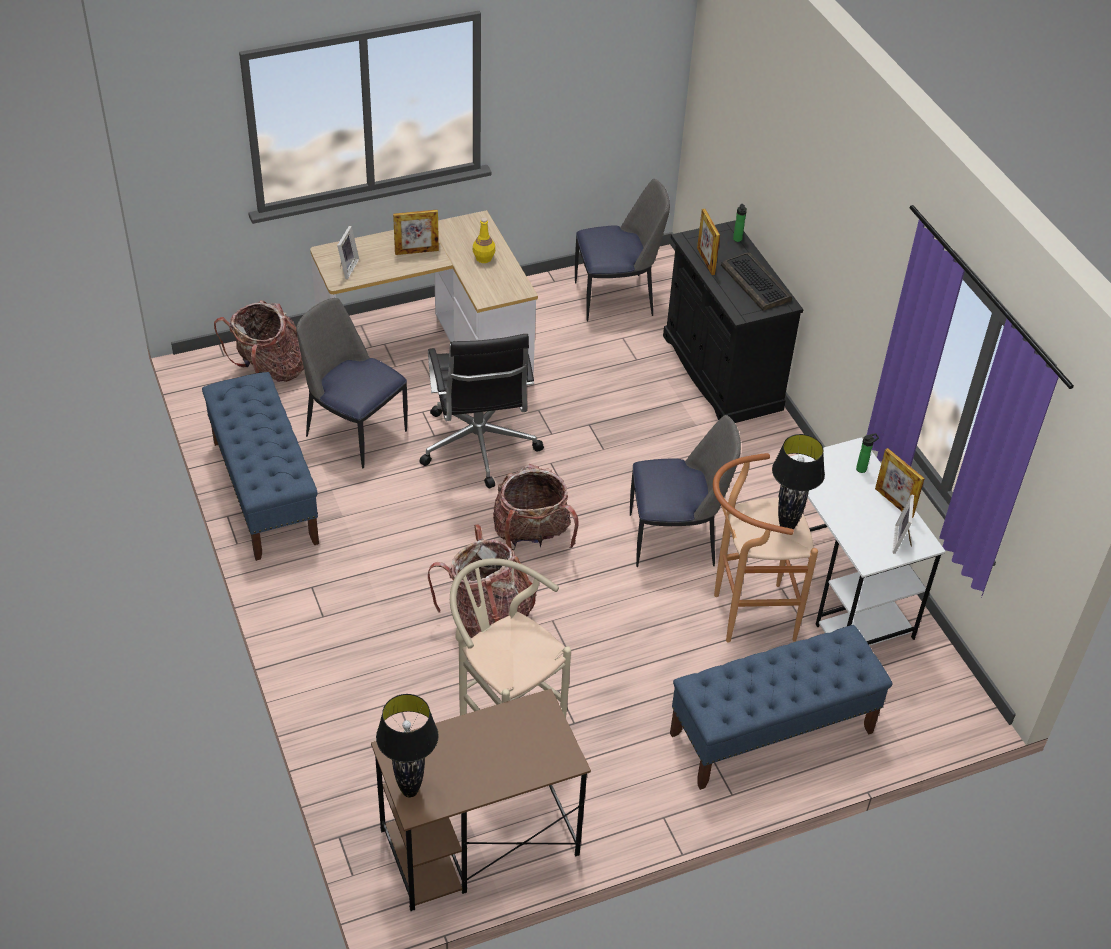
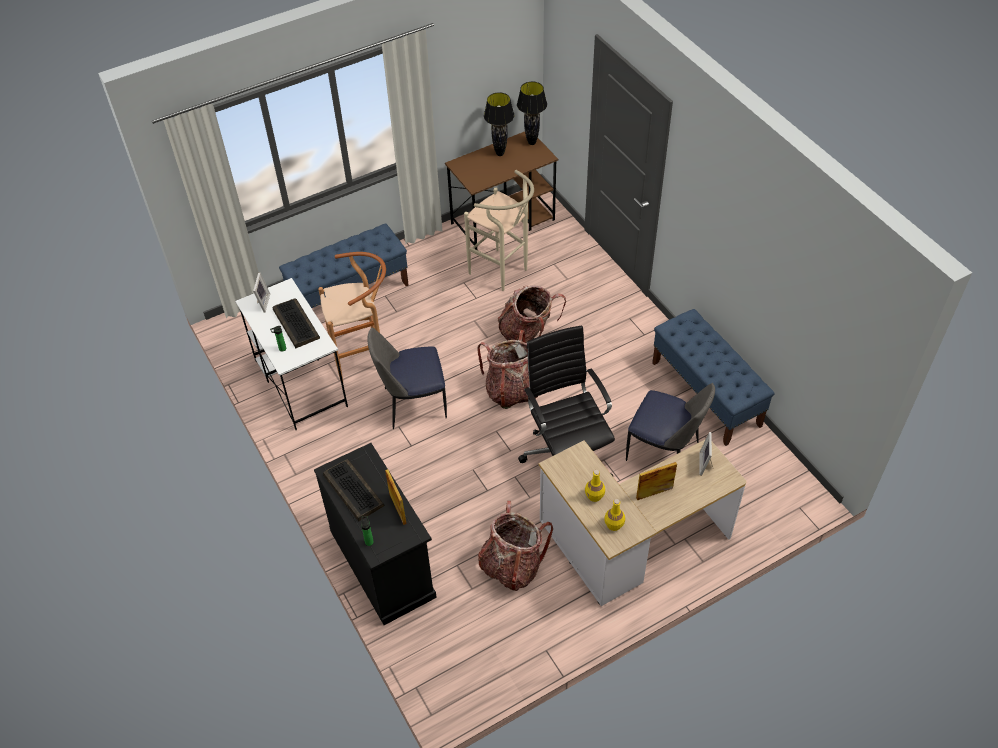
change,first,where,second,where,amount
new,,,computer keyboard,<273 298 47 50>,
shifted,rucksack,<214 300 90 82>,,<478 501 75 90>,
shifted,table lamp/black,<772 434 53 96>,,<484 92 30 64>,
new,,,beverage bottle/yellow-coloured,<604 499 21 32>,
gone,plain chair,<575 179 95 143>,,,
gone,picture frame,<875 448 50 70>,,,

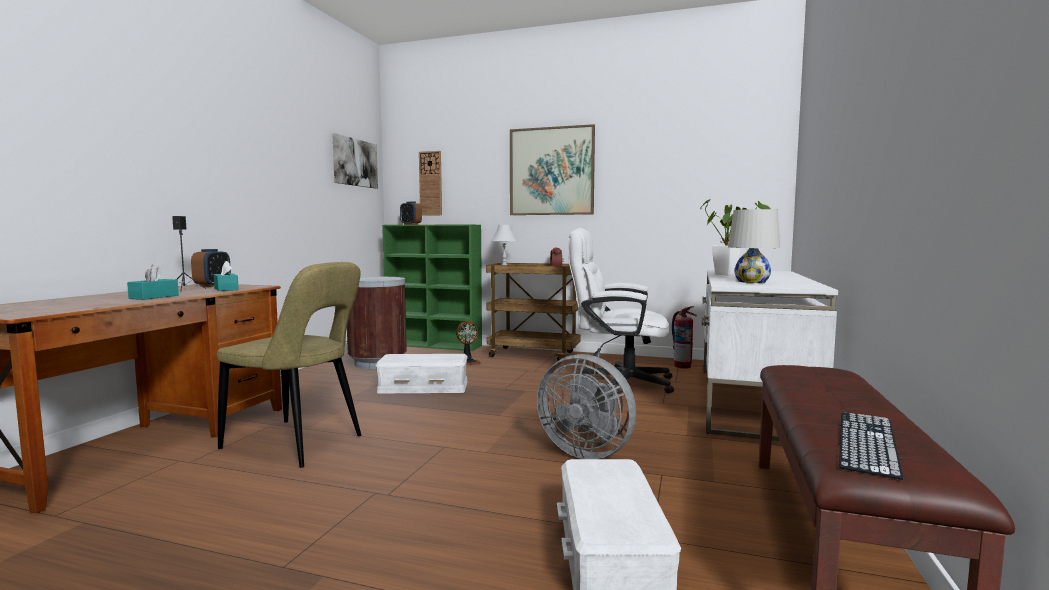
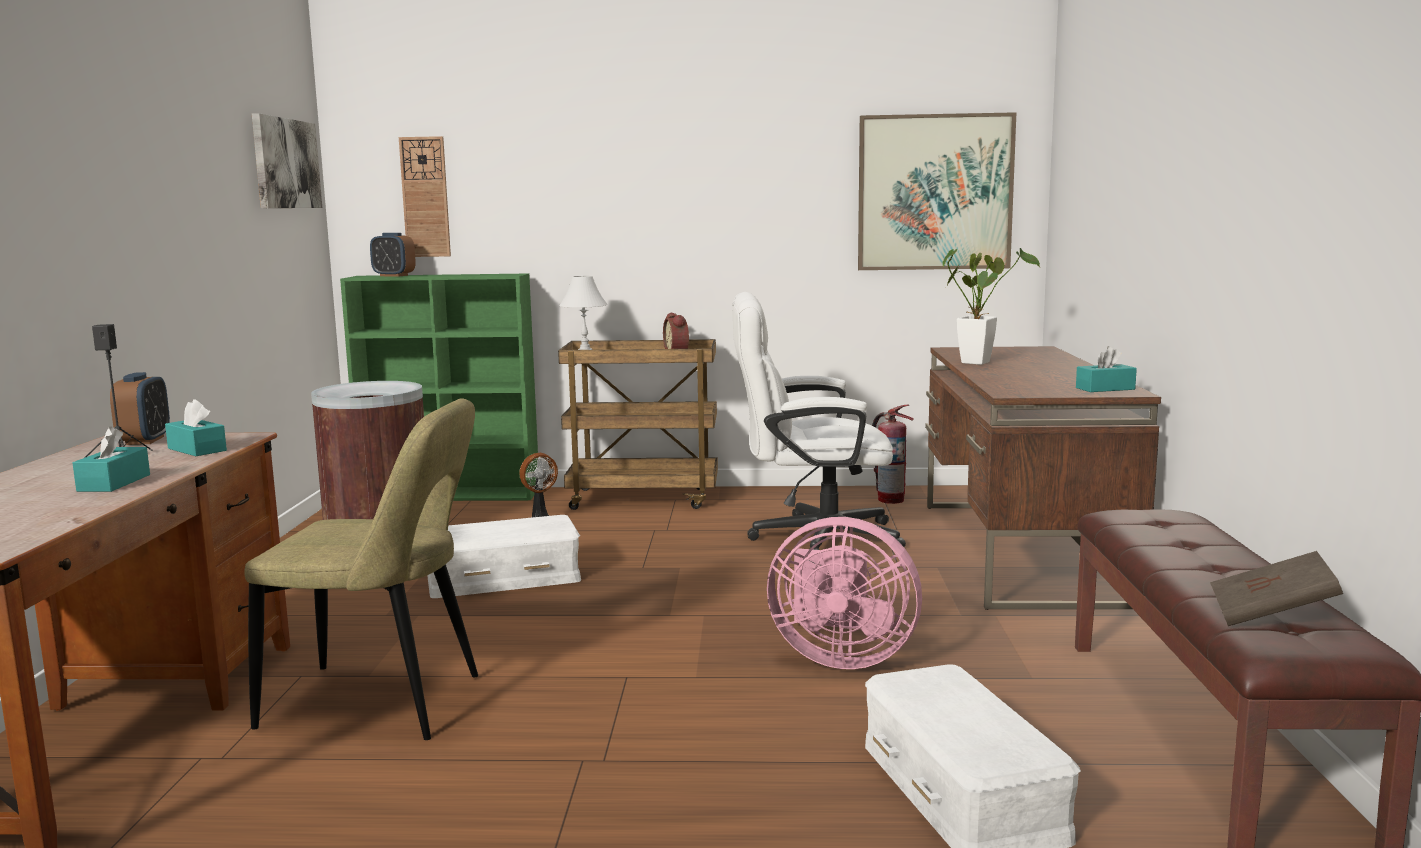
change,first,where,second,where,amount
repainted,fan/gray,<537 354 99 105>,fan/pinkish,<767 517 155 152>,
shifted,wall art,<510 124 85 91>,,<858 112 158 158>,
repainted,desk/whitish,<702 270 136 171>,desk/brownish,<925 346 236 264>,
new,,,tissue box/turquoise-coloured,<1076 346 61 46>,
swapped,computer keyboard,<839 412 64 68>,volume/brownish,<1210 551 133 75>,
gone,table lamp/whitish,<728 209 52 74>,,,

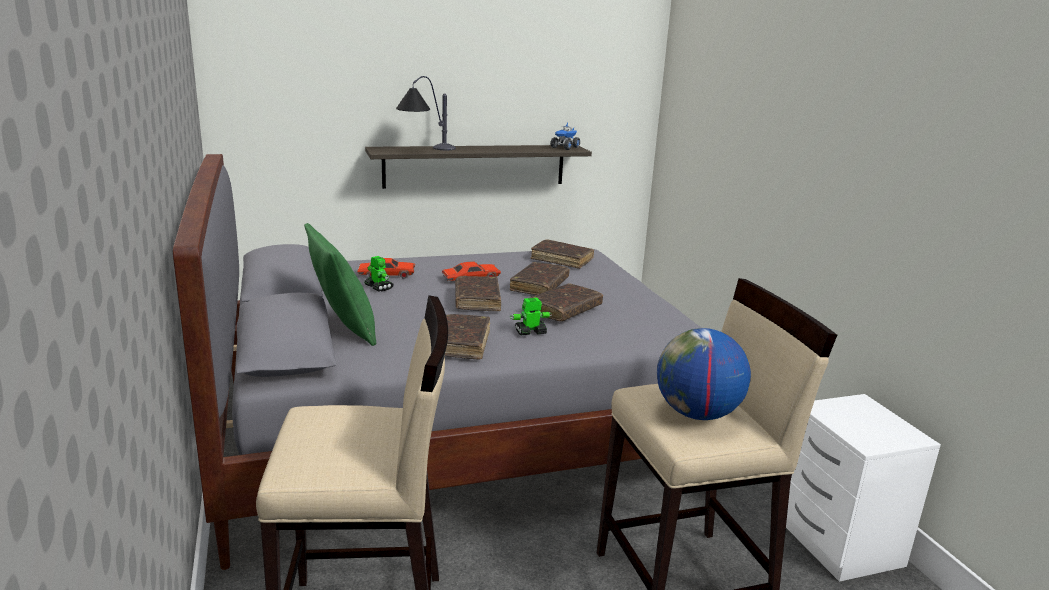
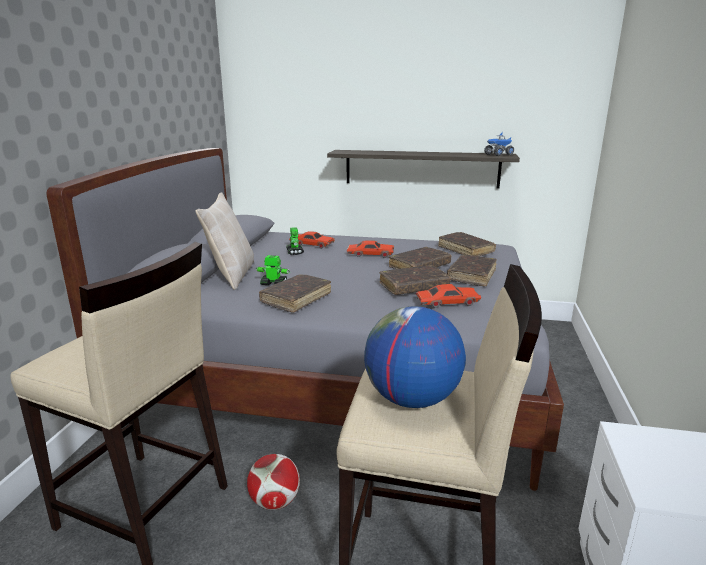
change,first,where,second,where,amount
repainted,pillow/greenish,<304 223 72 123>,pillow/sand-coloured,<195 192 59 98>,
new,,,ball for football,<247 454 53 56>,
shifted,robot figure,<510 298 42 37>,,<256 255 34 30>,
new,,,model car/reddish,<416 284 65 24>,
shifted,volume/brownish,<455 276 46 35>,,<447 255 50 31>,
gone,table lamp,<396 76 60 74>,,,

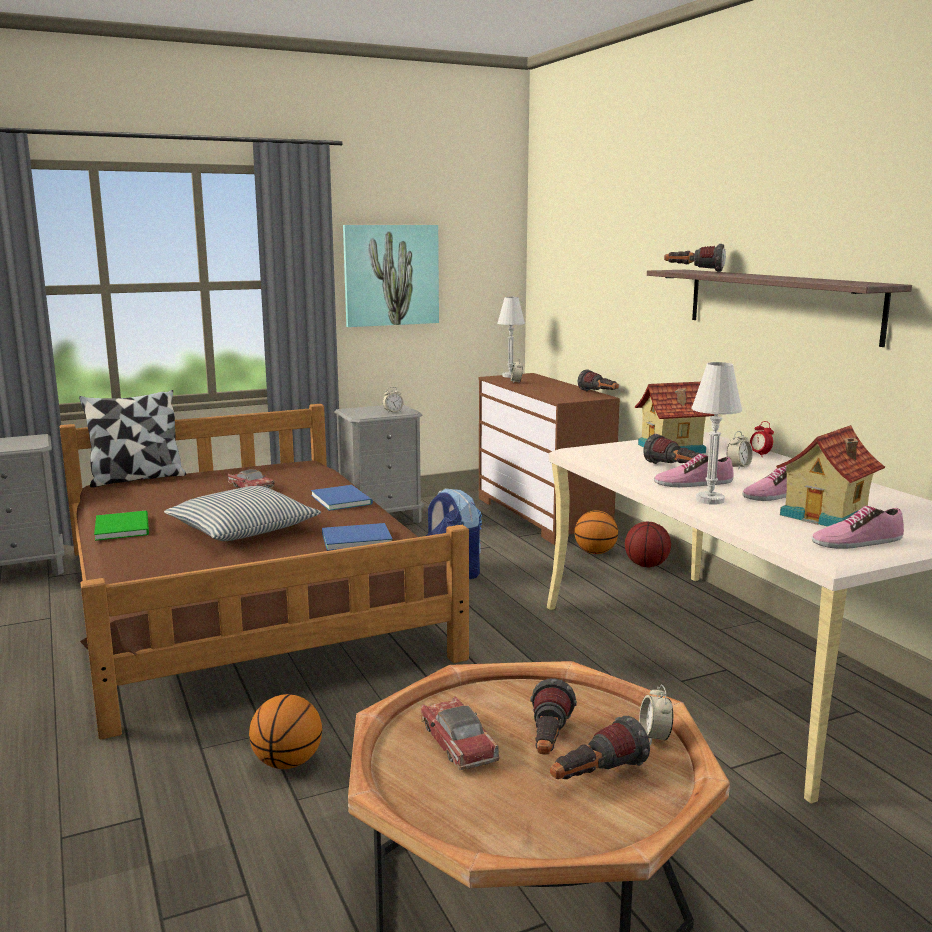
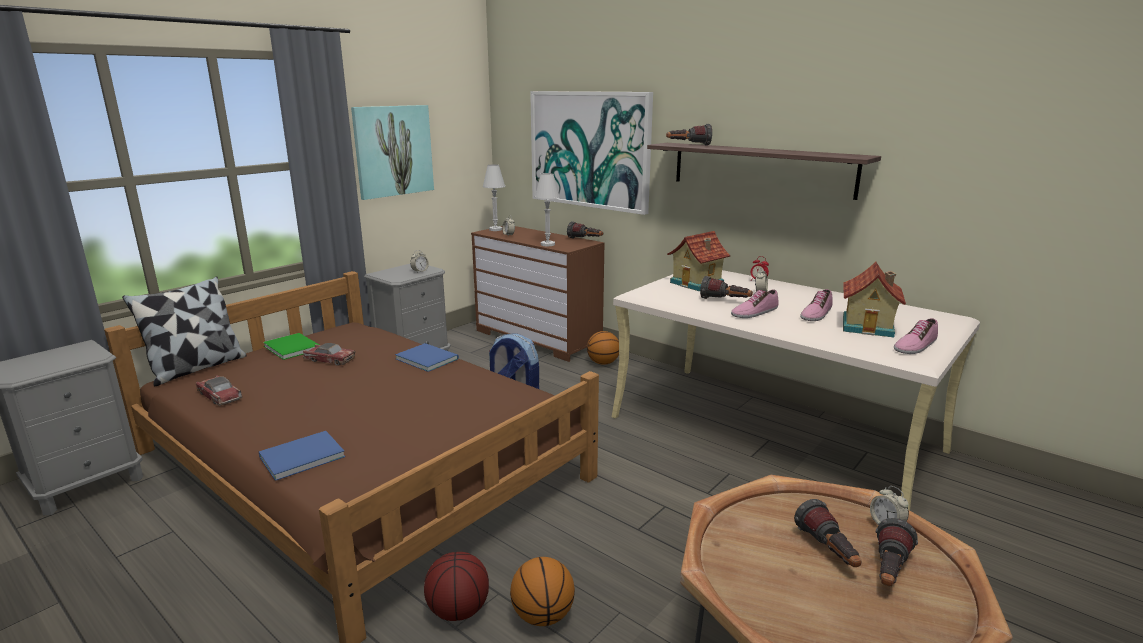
change,first,where,second,where,amount
shifted,model car,<421 697 78 73>,,<196 375 46 31>,
shifted,volume/blue,<322 523 71 28>,,<259 431 86 50>,
shifted,volume/greenish,<94 511 55 30>,,<263 333 56 27>,
shifted,basketball ball,<625 521 46 47>,,<424 552 65 69>,
new,,,wall art,<530 91 123 124>,
shifted,table lamp/whitish,<691 362 51 143>,,<535 173 25 73>,
gone,pillow,<164 486 157 55>,,,

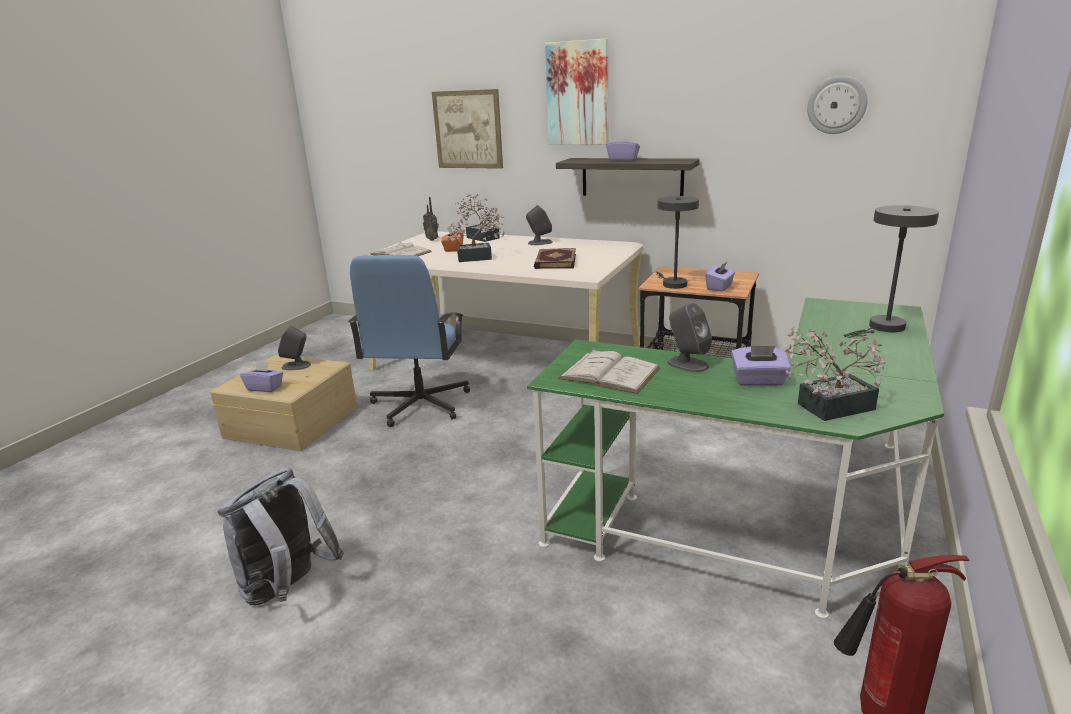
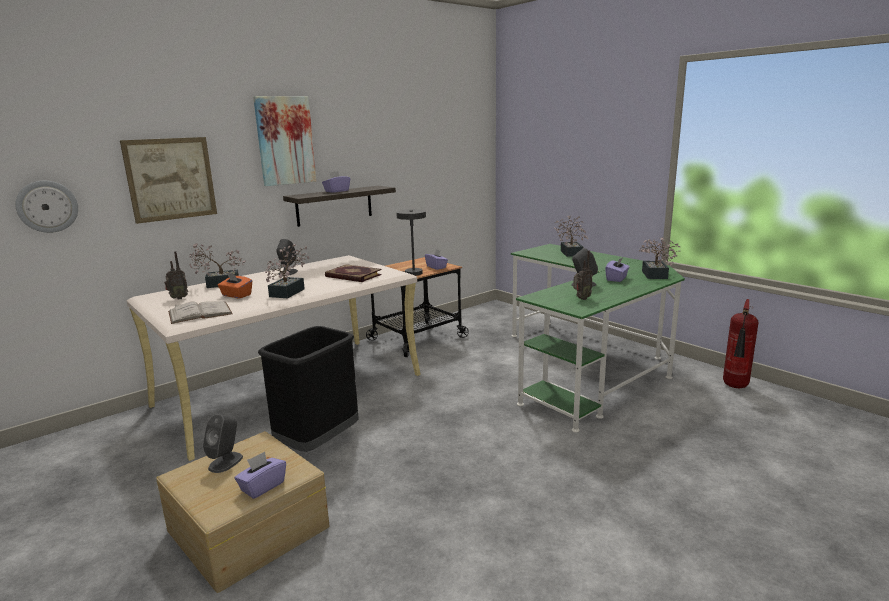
change,first,where,second,where,amount
shifted,clock on the wall,<807 76 60 58>,,<15 181 63 52>,
swapped,office chair/blue,<348 255 122 172>,waste bin/black,<258 326 101 126>,
swapped,table lamp/gray,<844 205 95 132>,plant in a pot,<555 216 33 41>,
swapped,volume/whitish,<558 349 103 45>,radio,<573 250 20 50>,
gone,rucksack/gray,<218 467 126 138>,,,

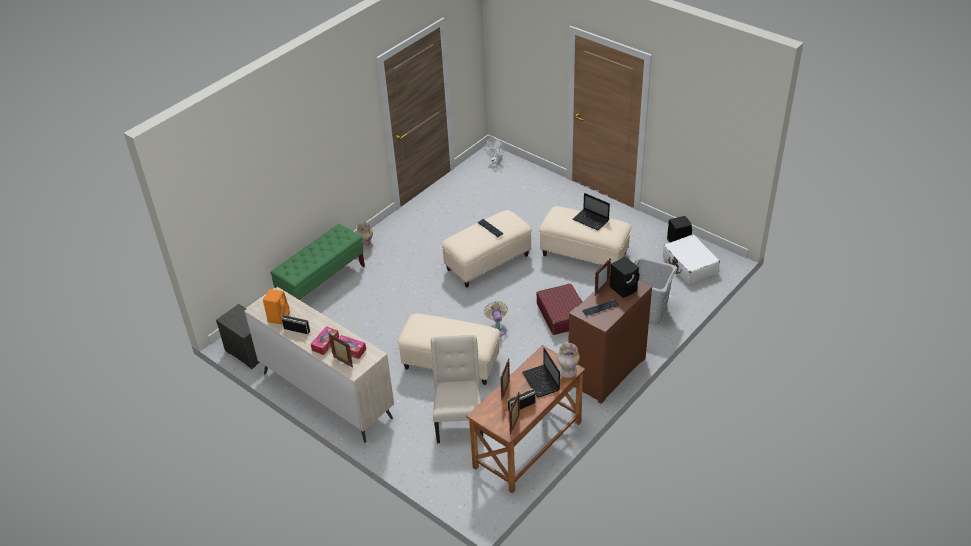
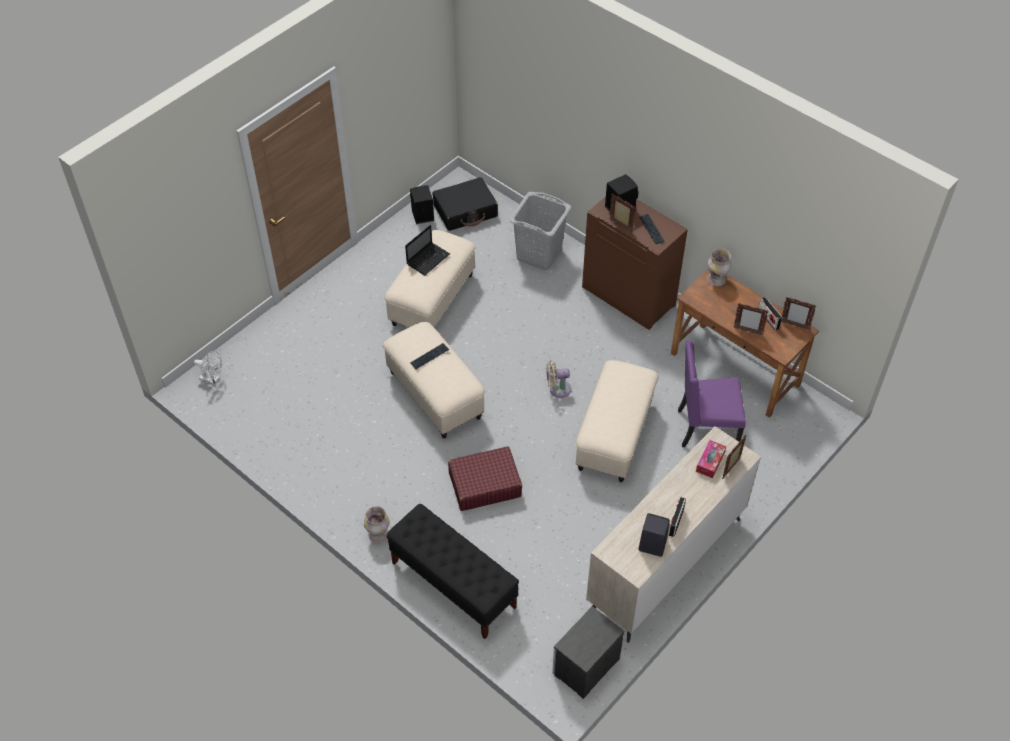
change,first,where,second,where,amount
repainted,bench/greenish,<270 224 95 77>,bench/black,<387 504 132 135>,
repainted,travel case/whitish,<663 234 57 50>,travel case/black,<432 177 66 54>,
shifted,travel case/reddish,<536 283 46 52>,,<448 446 74 65>,
repainted,speaker/orange,<263 289 27 36>,speaker/black,<639 513 31 44>,
repainted,plain chair/sand-coloured,<431 335 52 108>,plain chair/purple-coloured,<678 340 68 107>,
gone,tissue box,<311 326 28 29>,,,
gone,laptop,<522 348 38 50>,,,

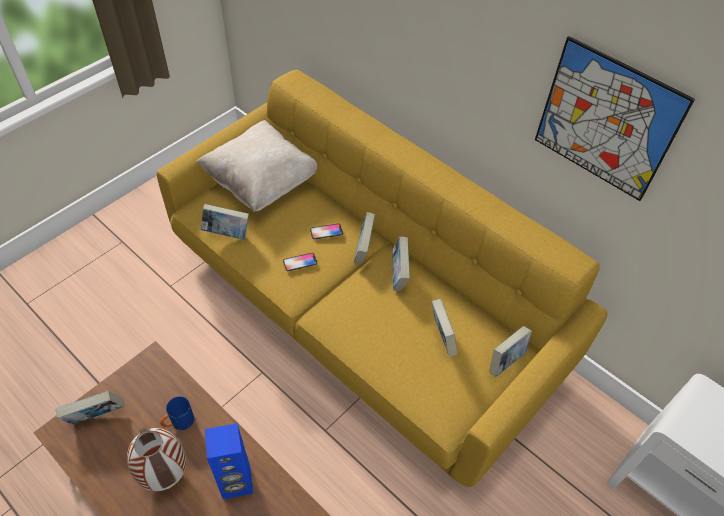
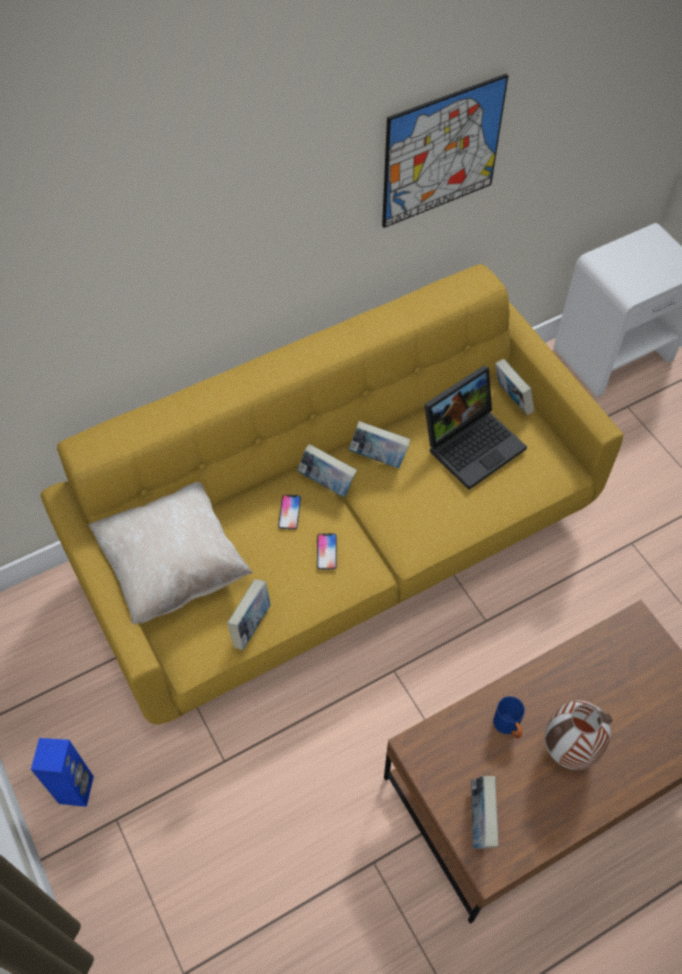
change,first,where,second,where,amount
shifted,speaker/blue,<205 423 48 76>,,<31 738 63 69>,
swapped,volume,<432 299 25 58>,laptop,<424 365 103 125>,

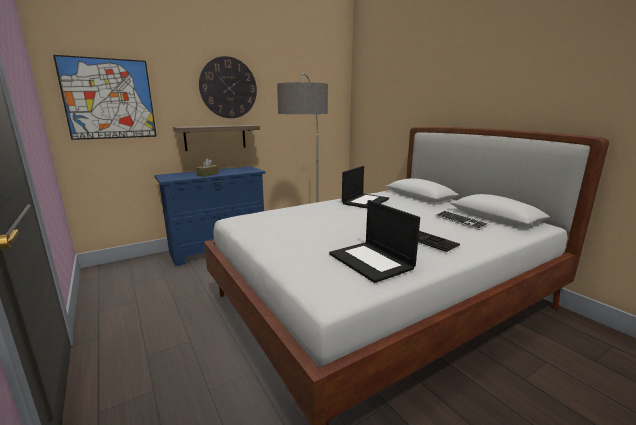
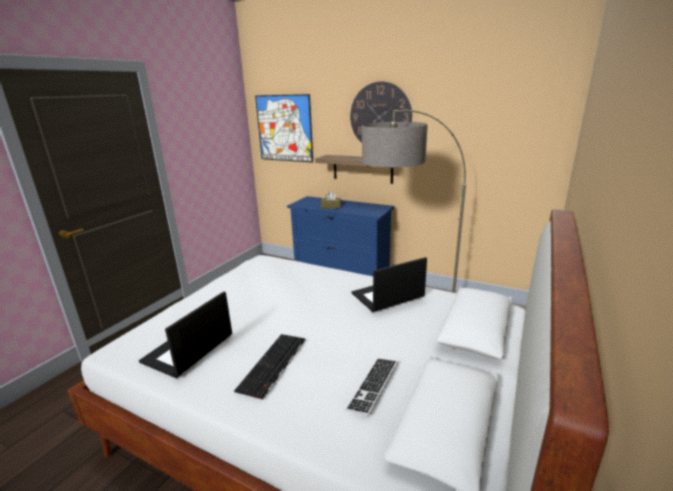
change,first,where,second,where,amount
rotated,laptop,<342 166 47 42>,,<352 257 75 55>,150 degrees clockwise

